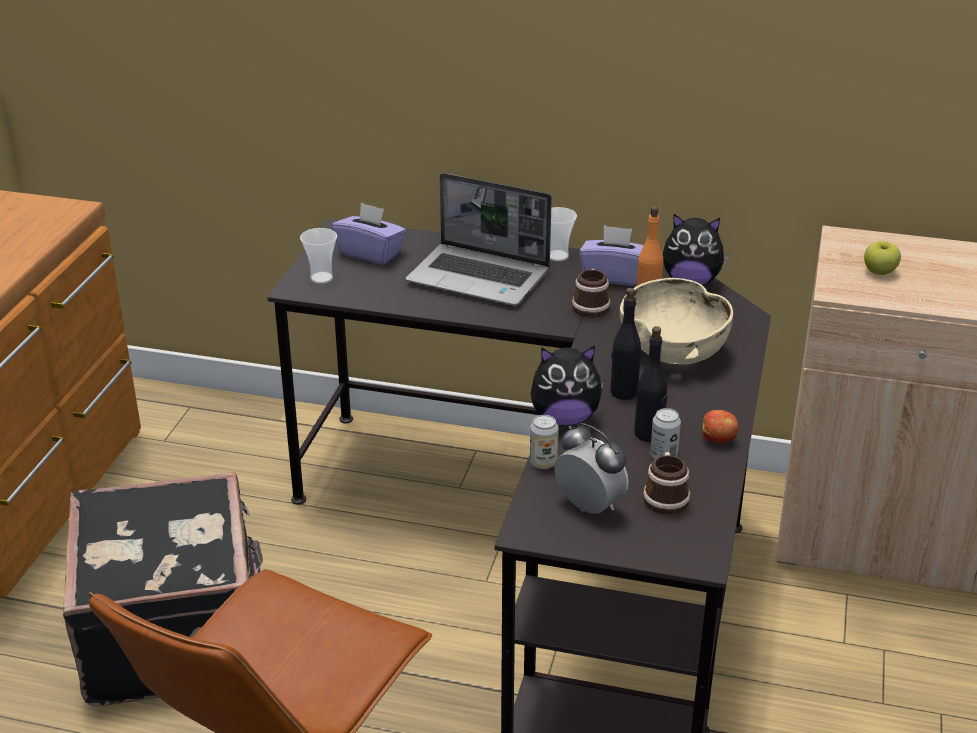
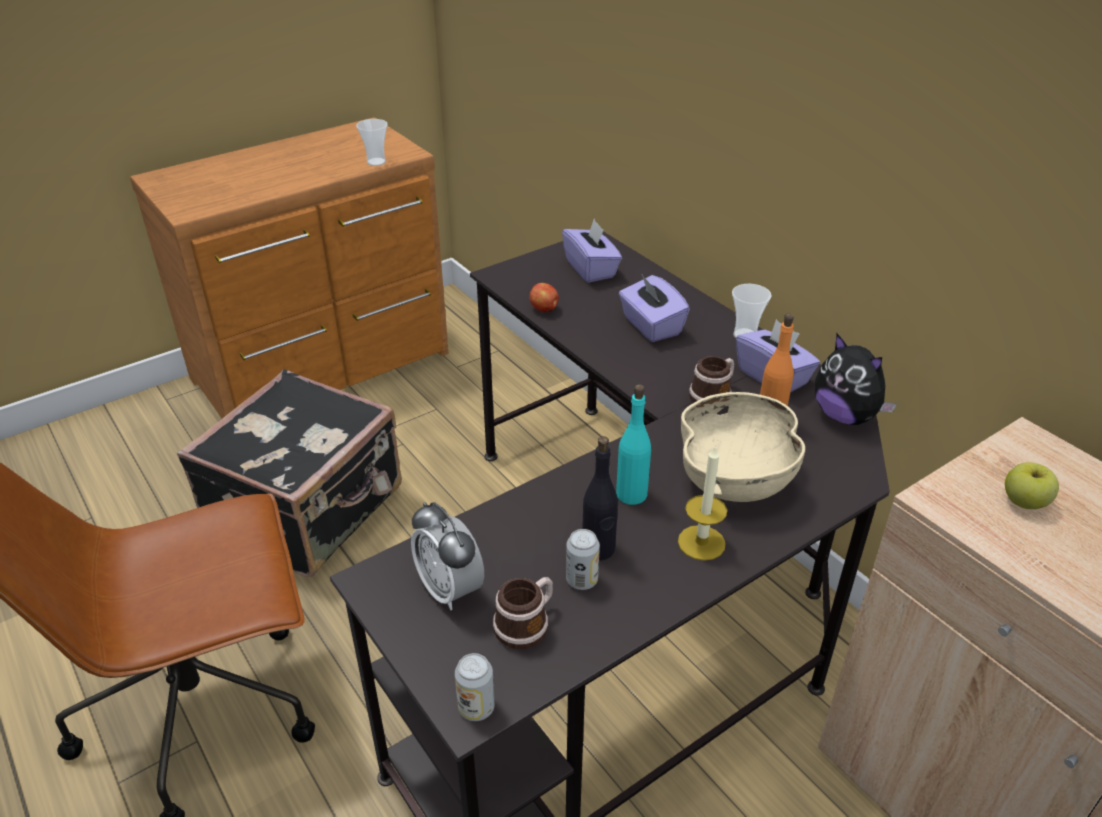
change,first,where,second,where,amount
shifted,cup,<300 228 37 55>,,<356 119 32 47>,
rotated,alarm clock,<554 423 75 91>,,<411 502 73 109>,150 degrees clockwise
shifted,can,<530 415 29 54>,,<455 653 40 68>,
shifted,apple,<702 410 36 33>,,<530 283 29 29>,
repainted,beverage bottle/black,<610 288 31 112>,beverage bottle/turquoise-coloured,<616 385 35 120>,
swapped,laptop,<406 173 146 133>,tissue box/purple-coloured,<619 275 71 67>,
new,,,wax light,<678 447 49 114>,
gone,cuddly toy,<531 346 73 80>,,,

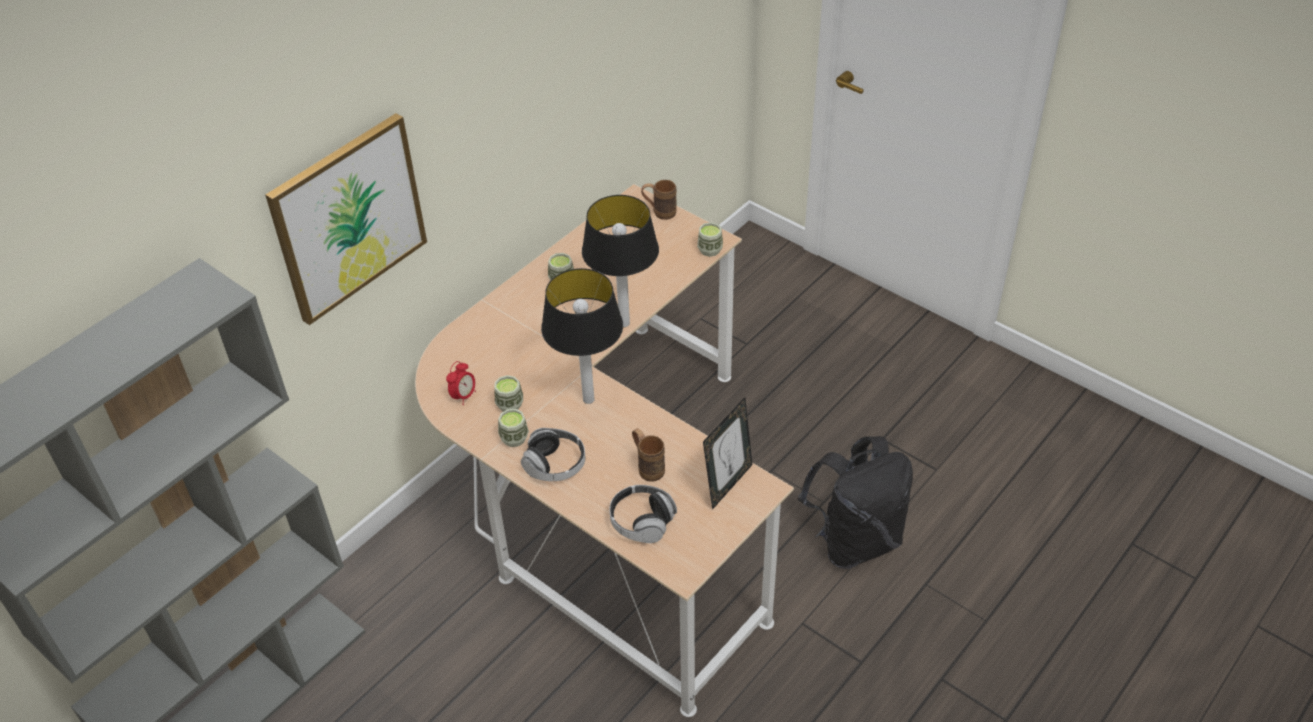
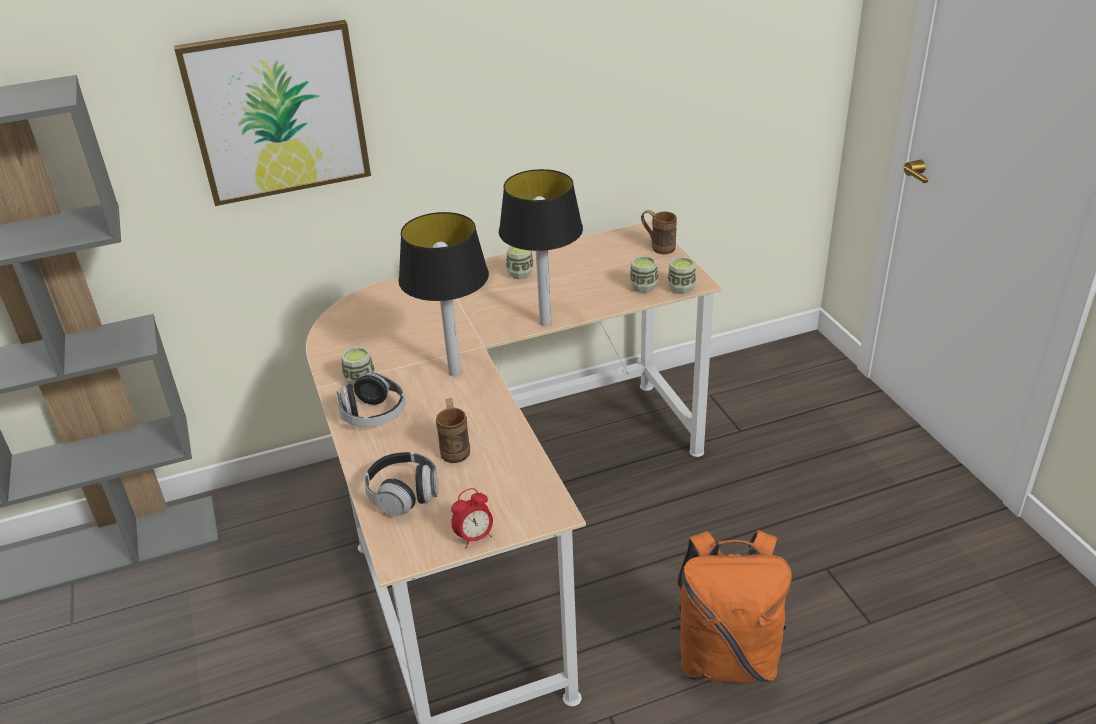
change,first,where,second,where,amount
shifted,alarm clock,<446 361 30 44>,,<451 488 42 60>,
shifted,cup,<495 375 28 37>,,<629 256 29 37>,
repainted,rucksack/black,<798 436 115 133>,rucksack/orange,<671 530 121 153>,
gone,picture frame,<703 397 49 113>,,,

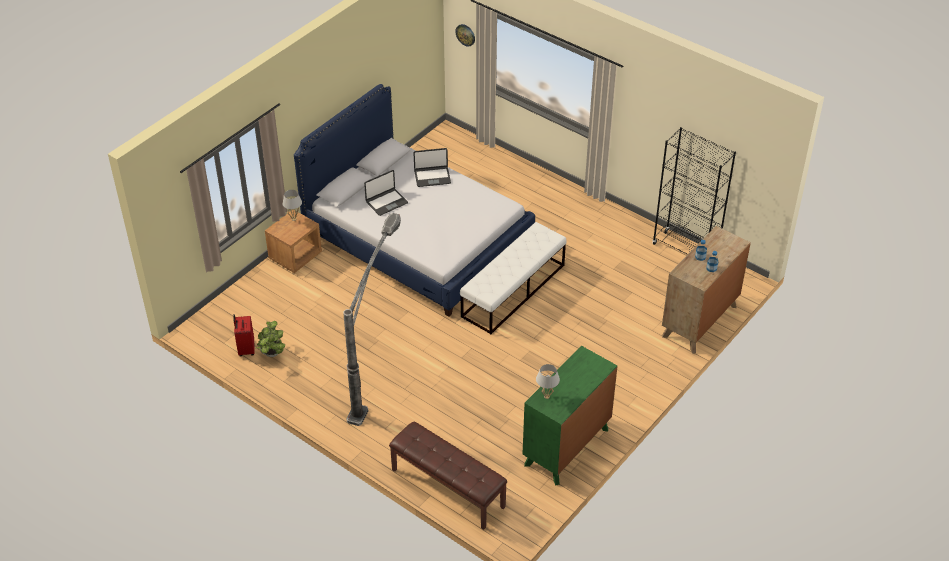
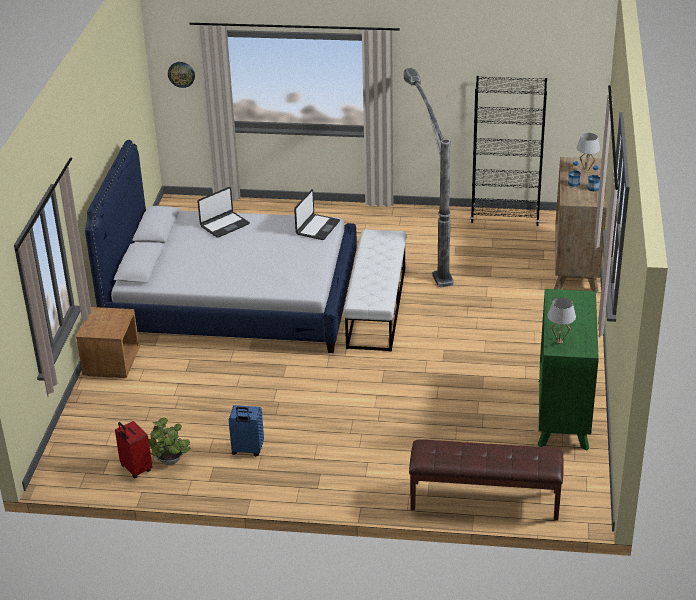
change,first,where,second,where,amount
new,,,travel case/blue,<229 405 35 51>,
shifted,laptop,<364 170 44 46>,,<294 189 46 51>,
shifted,standing lamp,<343 213 58 213>,,<404 68 50 219>,
shifted,table lamp/whitish,<282 190 20 31>,,<577 133 23 40>,

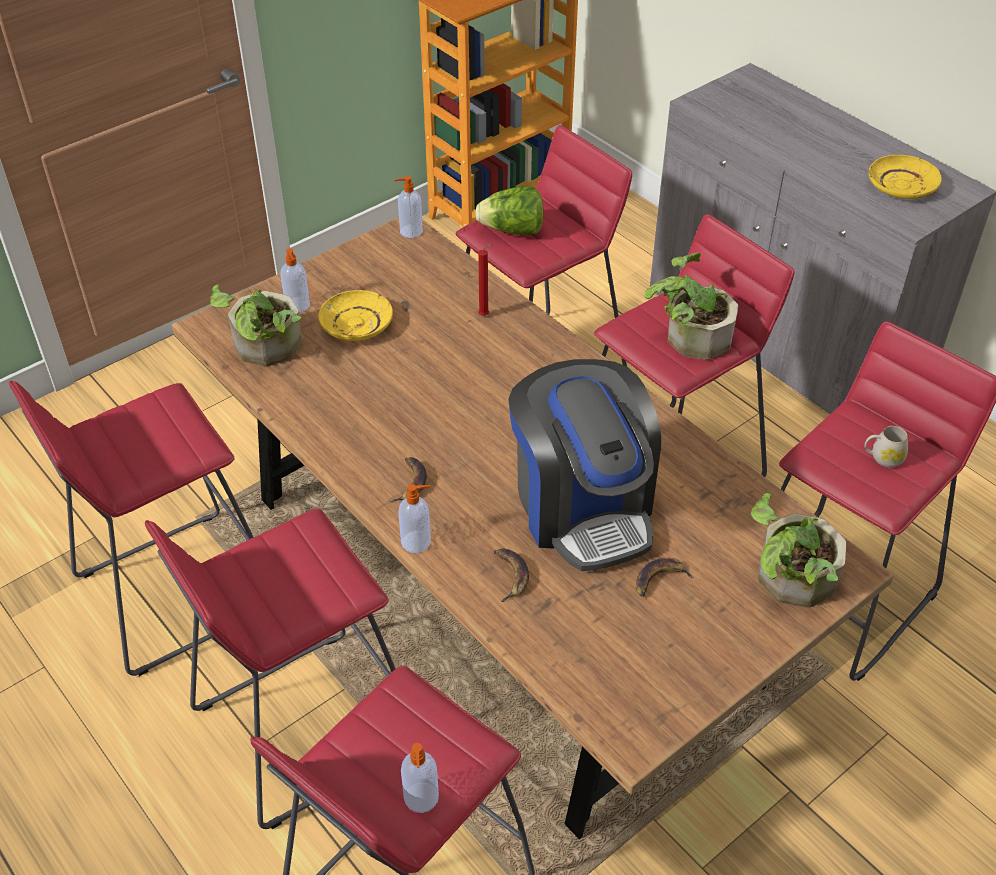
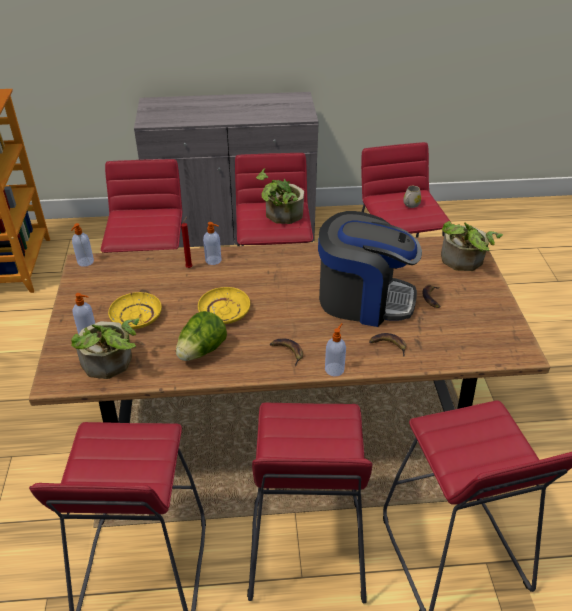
change,first,where,second,where,amount
shifted,lettuce head,<475 186 69 49>,,<176 311 51 50>,
shifted,plate/yellow-coloured,<869 155 73 44>,,<198 287 52 37>,
shifted,liquid soap bottle,<401 743 38 70>,,<203 222 18 43>,

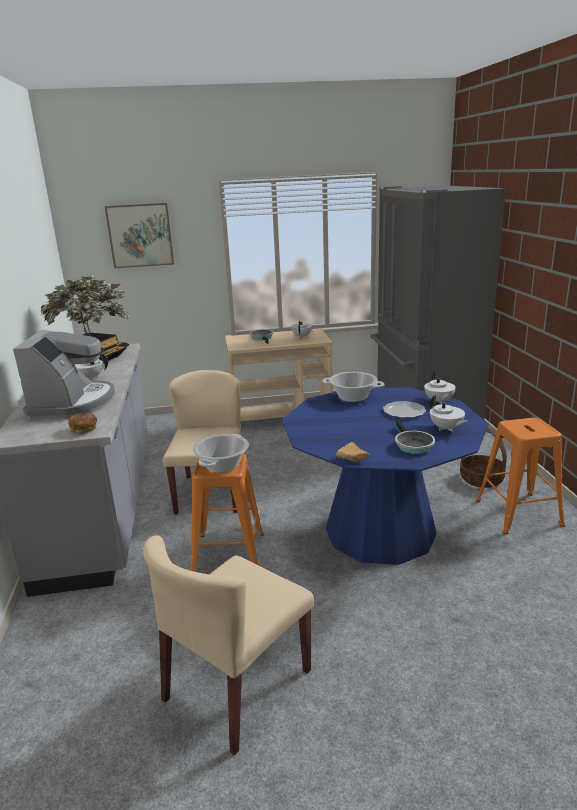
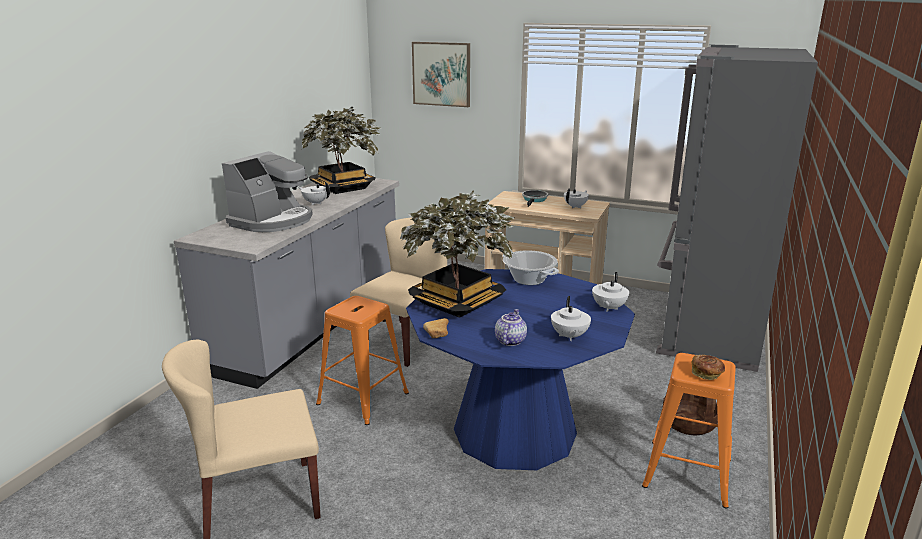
change,first,where,second,where,amount
new,,,plant in a pot,<400 191 114 127>,
swapped,skillet,<395 420 40 34>,teapot,<495 309 32 37>,
shifted,baked bread,<68 413 29 21>,,<692 355 33 25>,
gone,cooking pot,<192 434 57 39>,,,
gone,plate,<383 401 43 17>,,,

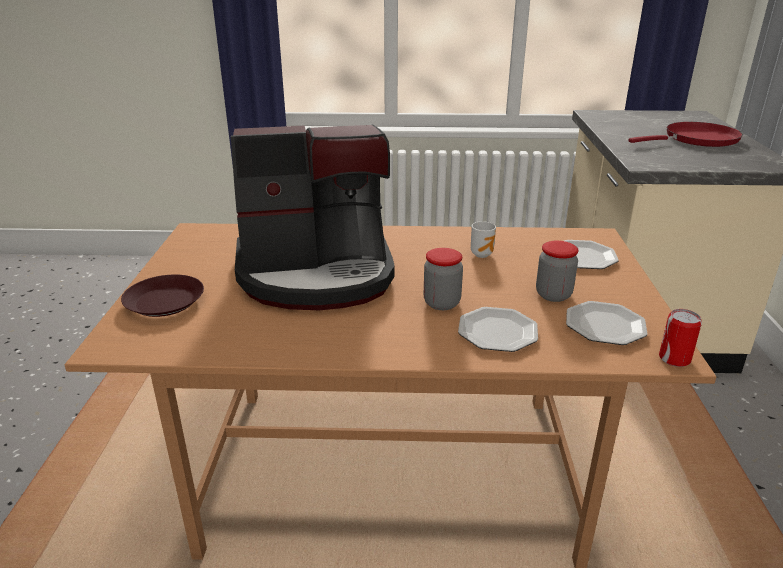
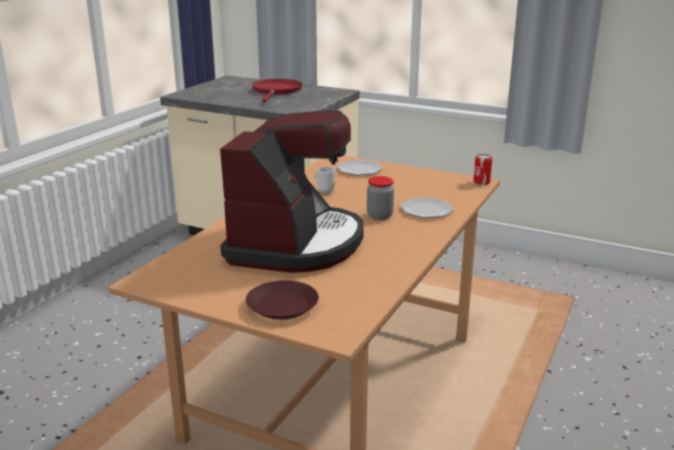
change,first,where,second,where,amount
gone,storage jar,<536 241 42 61>,,,
gone,plate,<566 301 81 44>,,,

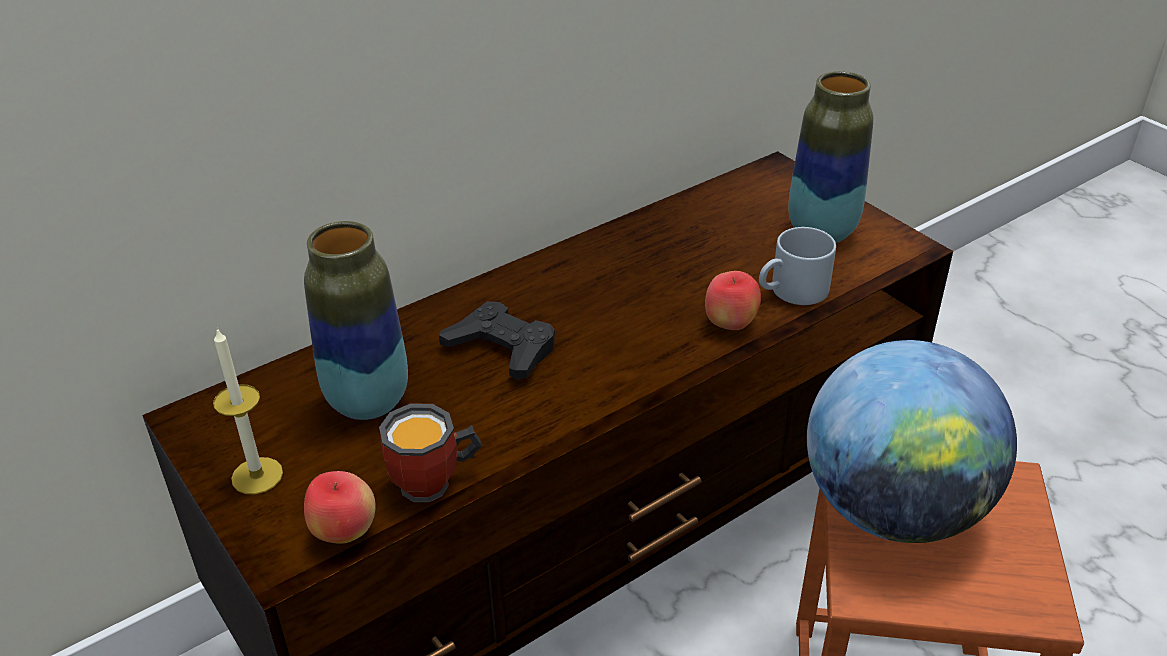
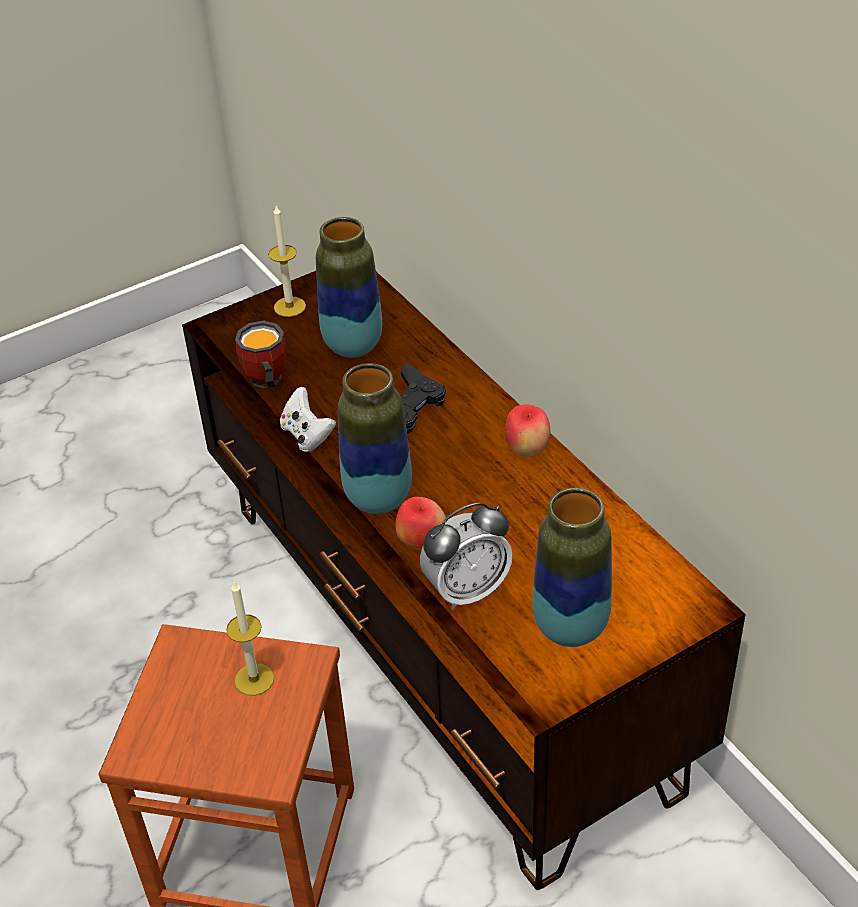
change,first,where,second,where,amount
swapped,desk globe,<807 340 210 203>,wax light,<226 581 48 115>,
new,,,gamepad/whitish,<280 387 56 65>,
new,,,decorative vase,<338 363 74 151>,
swapped,tea mug/gray,<759 227 77 78>,alarm clock,<420 502 93 108>,
shifted,apple,<304 471 72 73>,,<505 404 45 53>,

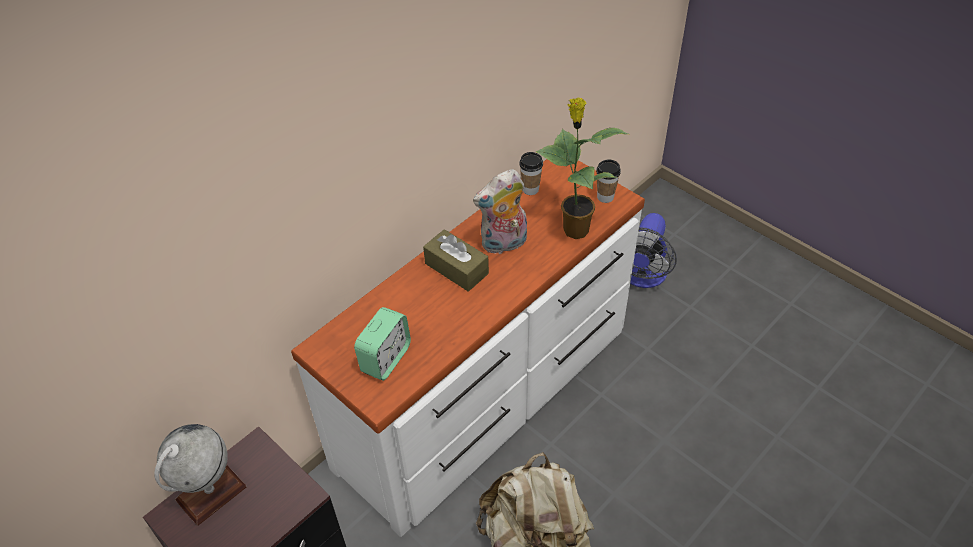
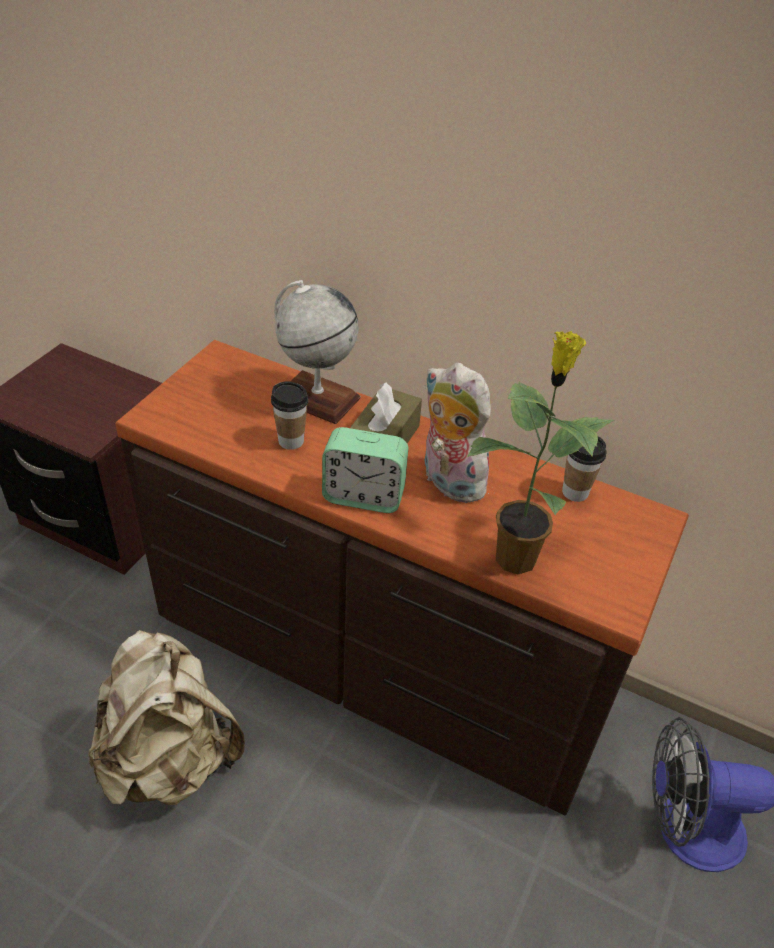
change,first,where,second,where,amount
repainted,drawer chest/whitish,<291 159 354 378>,drawer chest/brownish,<115 340 574 475>,
shifted,cup,<596 159 25 44>,,<271 381 37 69>,
shifted,desk globe,<154 424 93 102>,,<274 280 87 144>,
shifted,alarm clock,<354 307 57 74>,,<322 427 86 86>,

